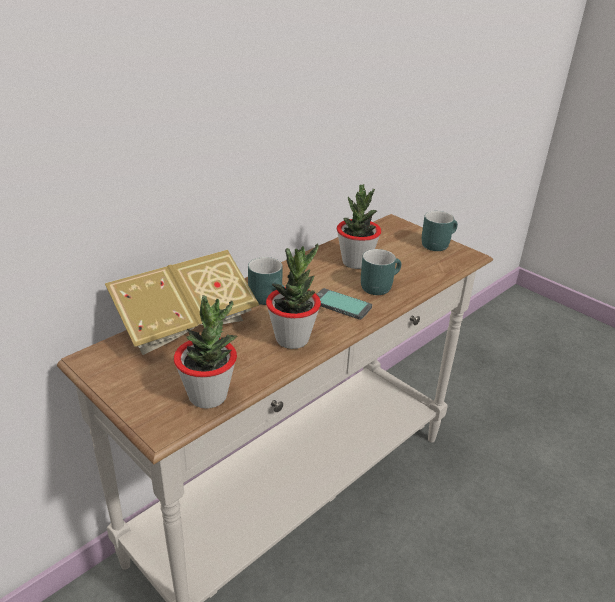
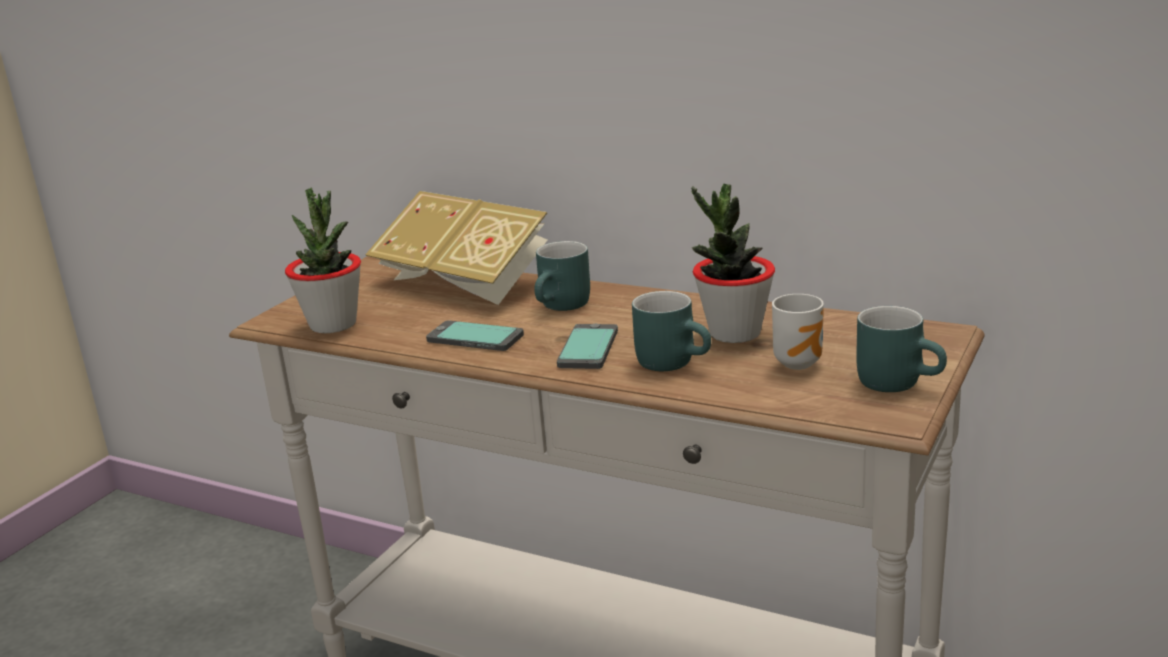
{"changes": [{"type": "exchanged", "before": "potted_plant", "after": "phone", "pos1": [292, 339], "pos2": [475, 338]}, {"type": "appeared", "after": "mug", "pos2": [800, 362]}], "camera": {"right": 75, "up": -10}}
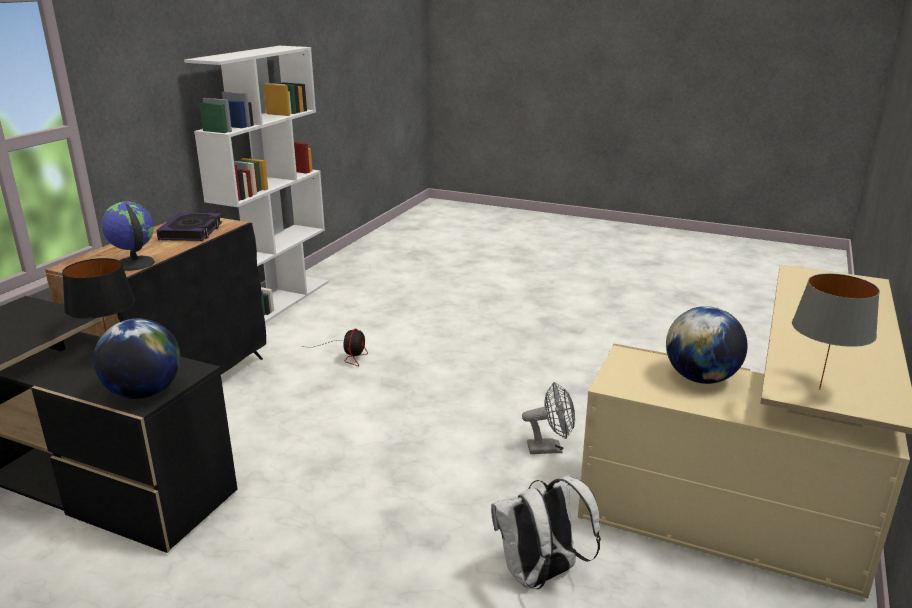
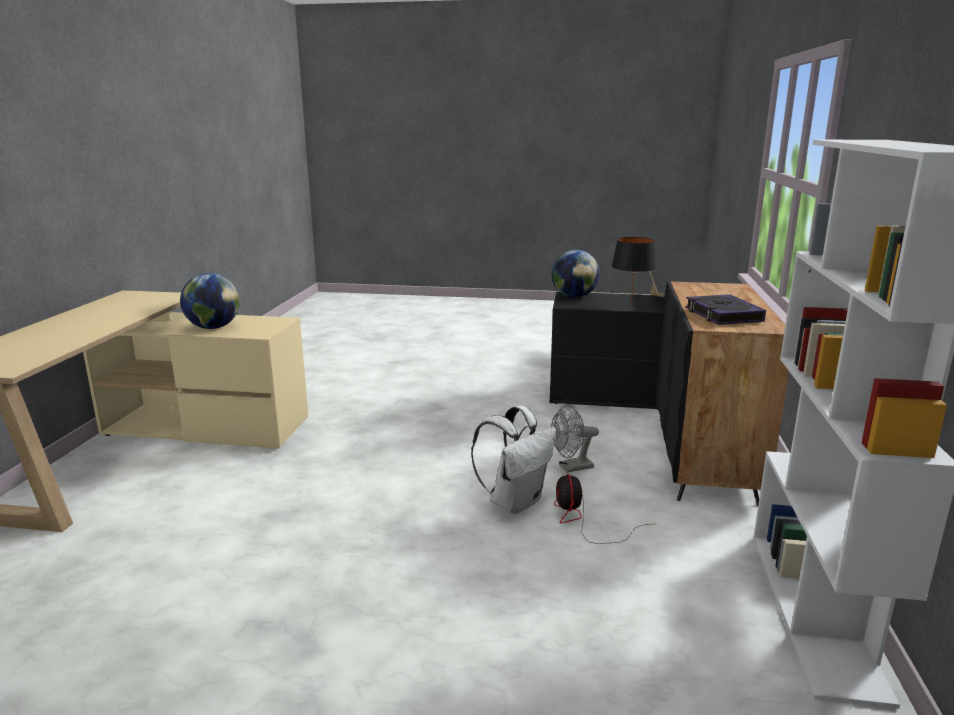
{"changes": [{"type": "missing", "before": "globe", "pos1": [134, 264]}, {"type": "missing", "before": "grey_table_lamp", "pos1": [820, 389]}, {"type": "relocated", "before": "grey_fan", "pos1": [550, 448], "pos2": [571, 468]}, {"type": "relocated", "before": "white_backpack", "pos1": [540, 576], "pos2": [515, 501]}], "camera": {"right": 165, "up": -5}}
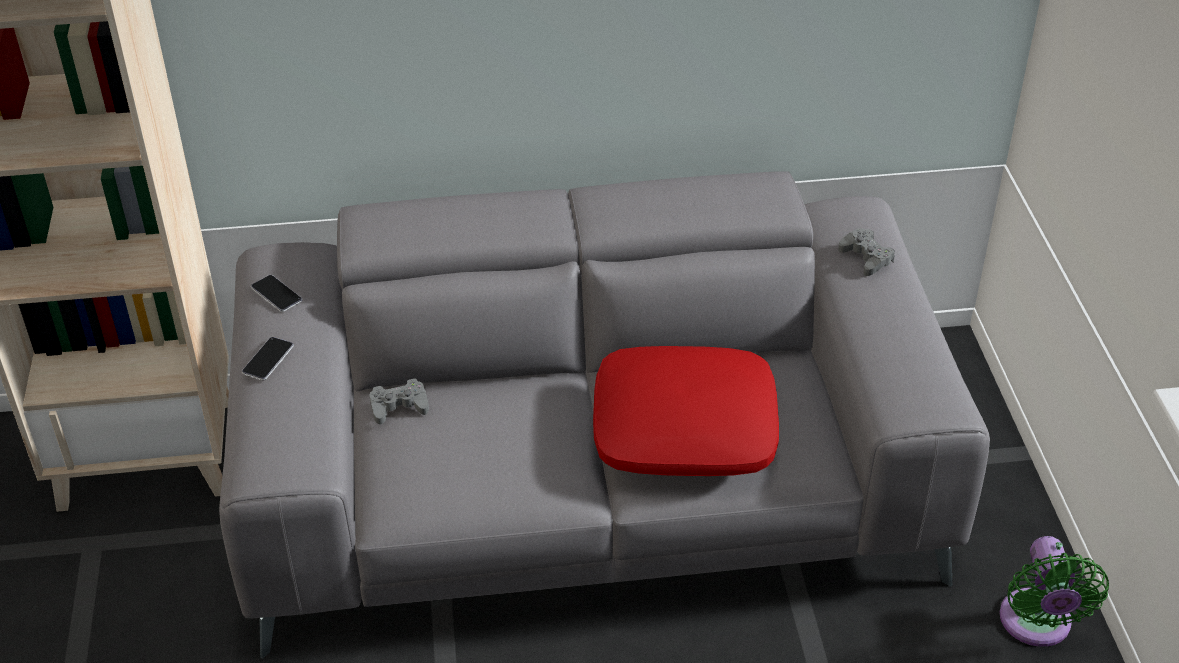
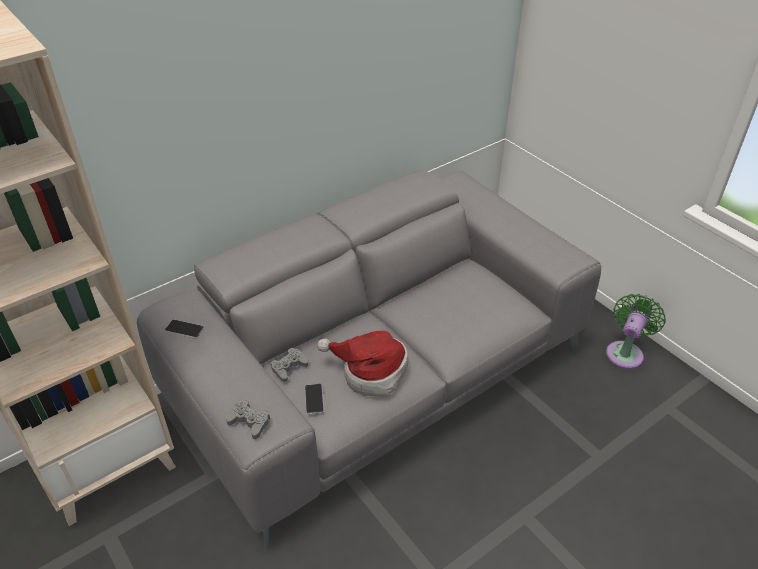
{"changes": [{"type": "relocated", "before": "grey_game_controller", "pos1": [866, 257], "pos2": [249, 422]}, {"type": "relocated", "before": "phone", "pos1": [268, 359], "pos2": [314, 399]}, {"type": "missing", "before": "red_pillow", "pos1": [685, 427]}, {"type": "spun", "before": "green_fan", "pos1": [1036, 625], "pos2": [625, 352], "turn": -120}, {"type": "appeared", "after": "hat", "pos2": [370, 372]}], "camera": {"right": -30, "up": 0}}
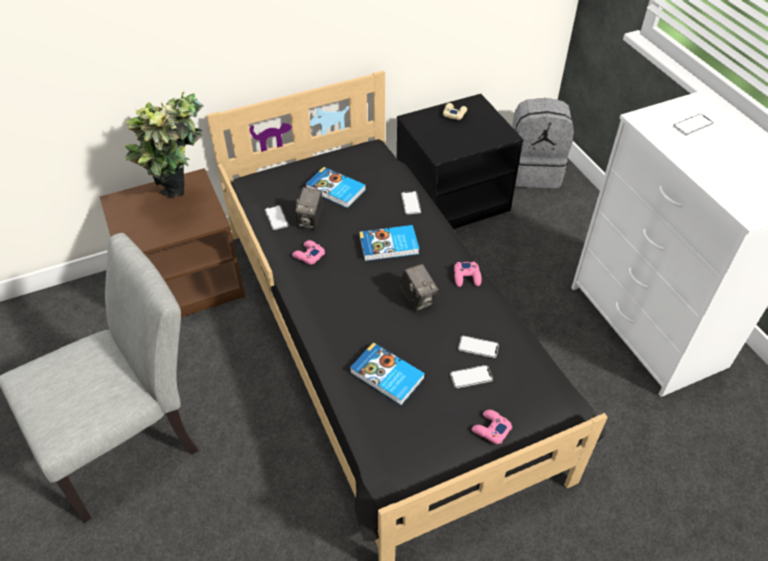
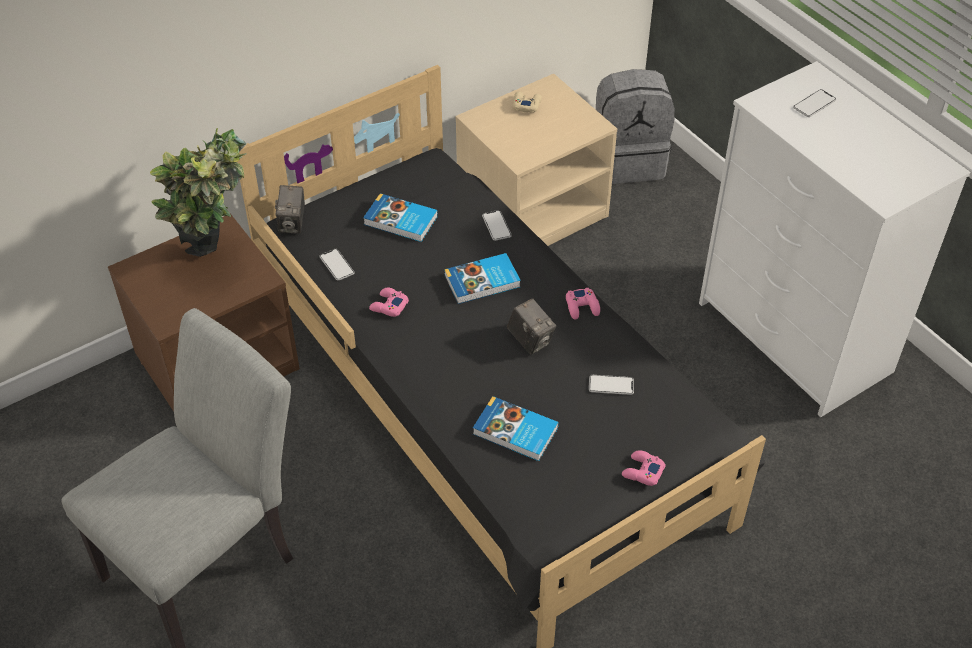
{"changes": [{"type": "colour", "before": "black_nightstand", "after": "beige_nightstand", "pos1": [452, 199], "pos2": [532, 209]}, {"type": "relocated", "before": "photo_camera", "pos1": [310, 220], "pos2": [292, 223]}, {"type": "missing", "before": "phone", "pos1": [471, 377]}], "camera": {"right": -10, "up": 0}}
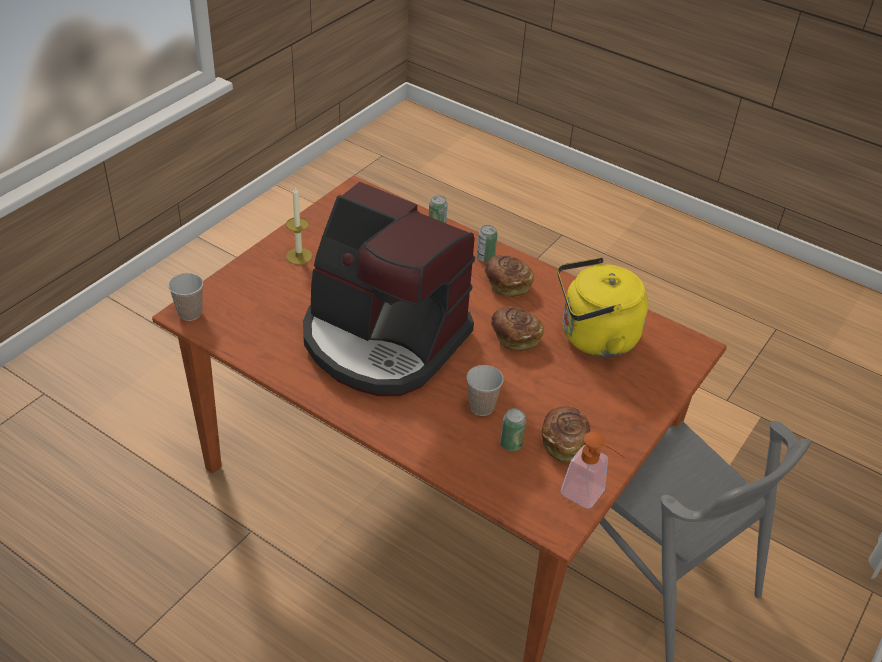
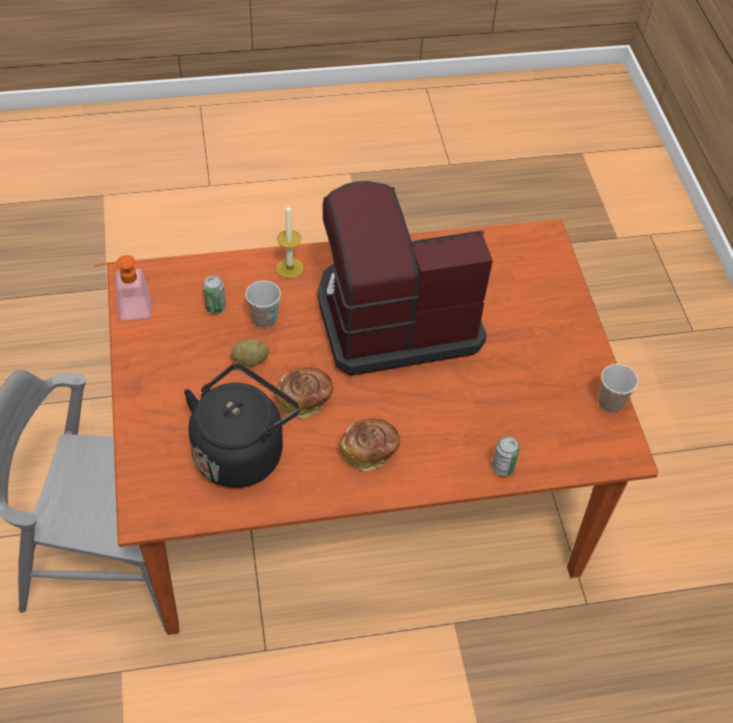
{"changes": [{"type": "relocated", "before": "candle", "pos1": [299, 256], "pos2": [289, 268]}, {"type": "missing", "before": "can", "pos1": [485, 257]}, {"type": "colour", "before": "yellow_kettle", "after": "black_kettle", "pos1": [593, 337], "pos2": [241, 451]}, {"type": "relocated", "before": "cup", "pos1": [190, 313], "pos2": [610, 403]}, {"type": "missing", "before": "bread", "pos1": [564, 442]}, {"type": "appeared", "after": "potato", "pos2": [250, 360]}], "camera": {"right": 135, "up": 10}}
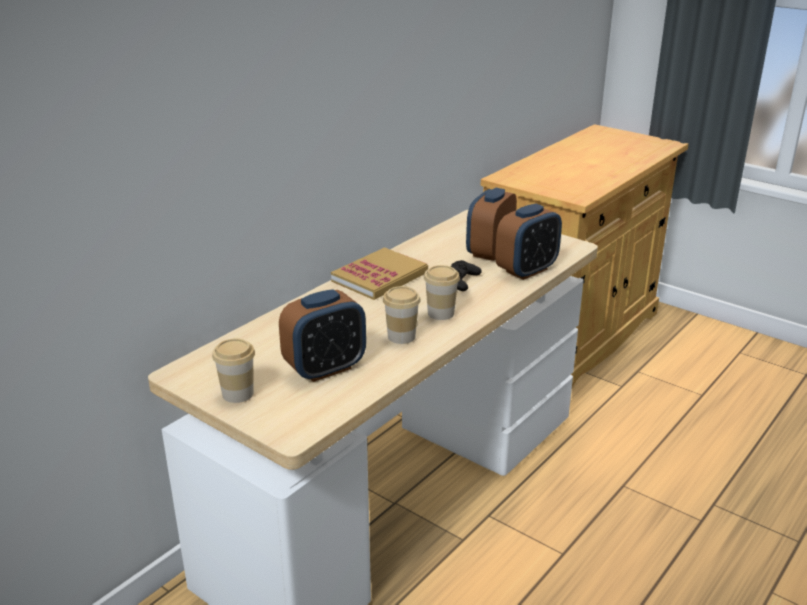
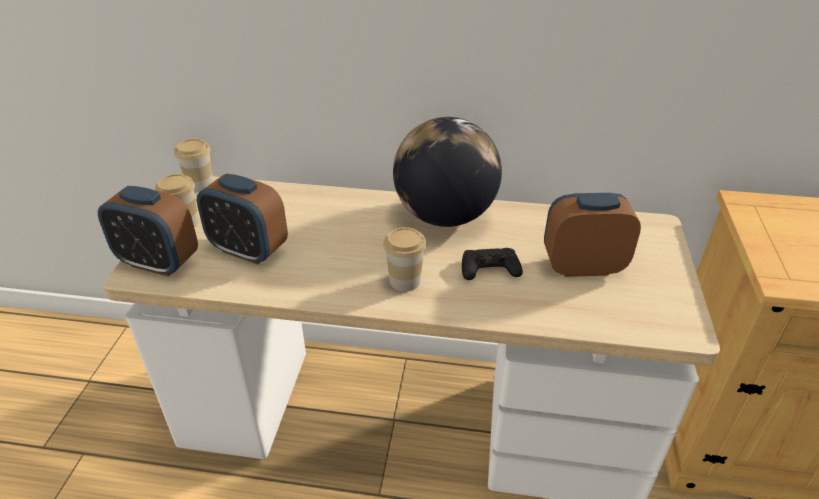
{"changes": [{"type": "relocated", "before": "alarm_clock", "pos1": [526, 270], "pos2": [158, 263]}, {"type": "exchanged", "before": "book", "after": "globe", "pos1": [380, 277], "pos2": [445, 217]}, {"type": "relocated", "before": "cup", "pos1": [401, 336], "pos2": [200, 185]}], "camera": {"right": 60, "up": 10}}
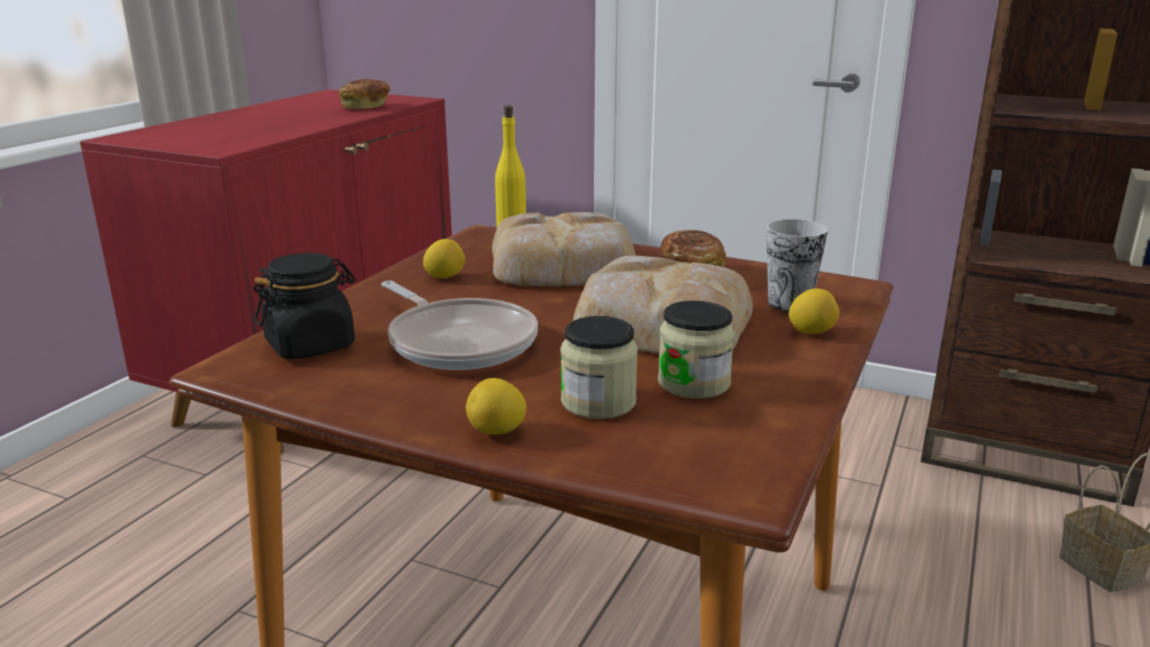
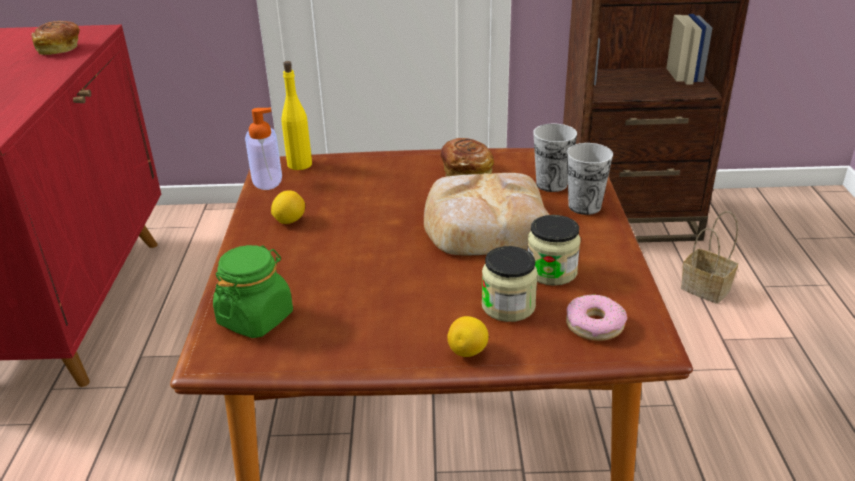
{"changes": [{"type": "missing", "before": "bread", "pos1": [564, 266]}, {"type": "colour", "before": "black_jar", "after": "green_jar", "pos1": [311, 345], "pos2": [256, 318]}, {"type": "missing", "before": "frying_pan", "pos1": [458, 342]}, {"type": "exchanged", "before": "lemon", "after": "cup", "pos1": [811, 332], "pos2": [584, 206]}, {"type": "appeared", "after": "soap_dispenser", "pos2": [267, 179]}, {"type": "appeared", "after": "donut", "pos2": [594, 325]}], "camera": {"right": -25, "up": 10}}
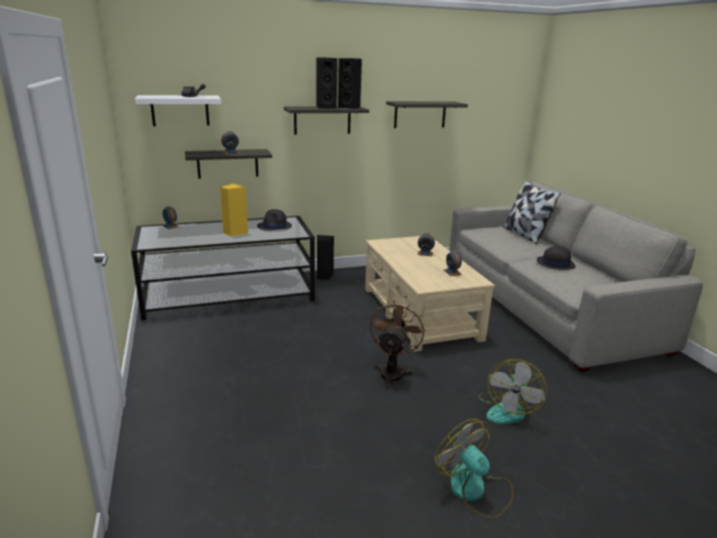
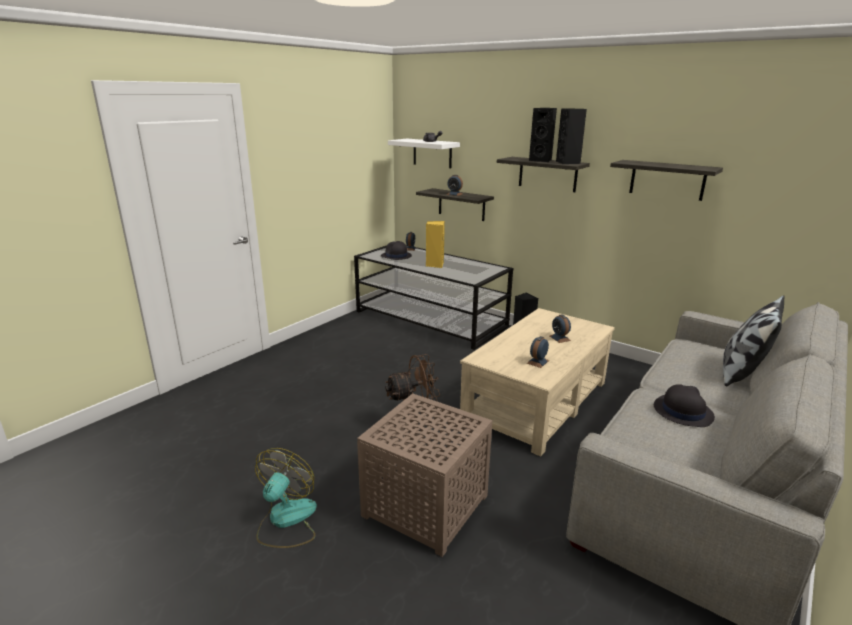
{"changes": [{"type": "relocated", "before": "black_hat", "pos1": [274, 226], "pos2": [396, 256]}, {"type": "exchanged", "before": "fan", "after": "brown_side_table", "pos1": [507, 409], "pos2": [426, 507]}], "camera": {"right": 55, "up": 0}}
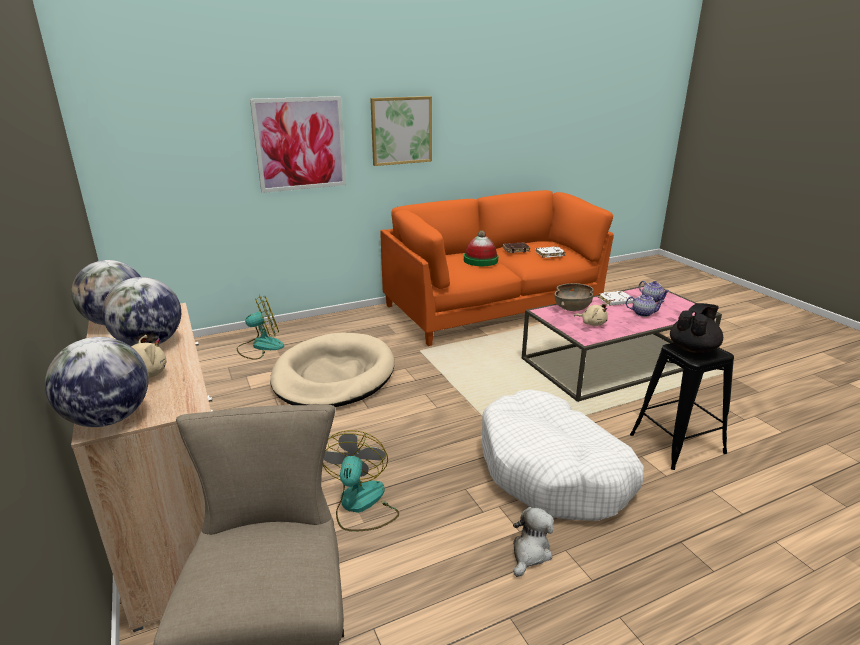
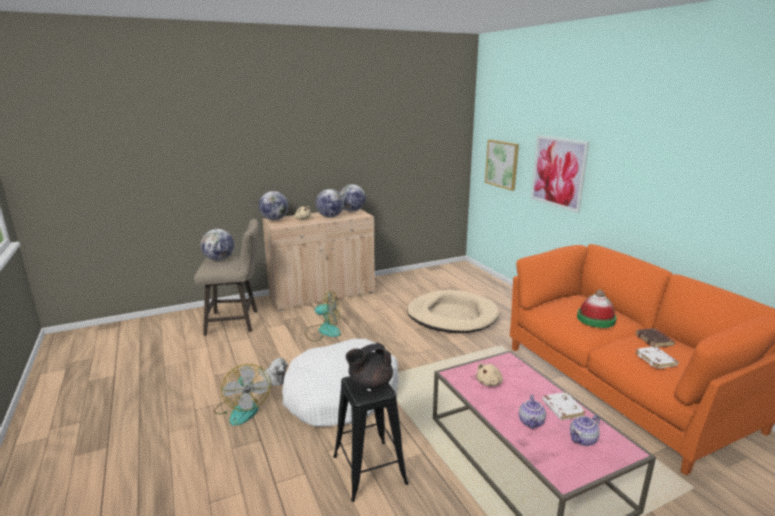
{"changes": [{"type": "relocated", "before": "picture", "pos1": [401, 130], "pos2": [502, 164]}, {"type": "missing", "before": "brown_bowl", "pos1": [572, 308]}, {"type": "relocated", "before": "fan", "pos1": [260, 346], "pos2": [242, 409]}, {"type": "spun", "before": "black_teapot", "pos1": [693, 349], "pos2": [370, 384], "turn": 105}, {"type": "appeared", "after": "globe", "pos2": [219, 259]}], "camera": {"right": 90, "up": -5}}
